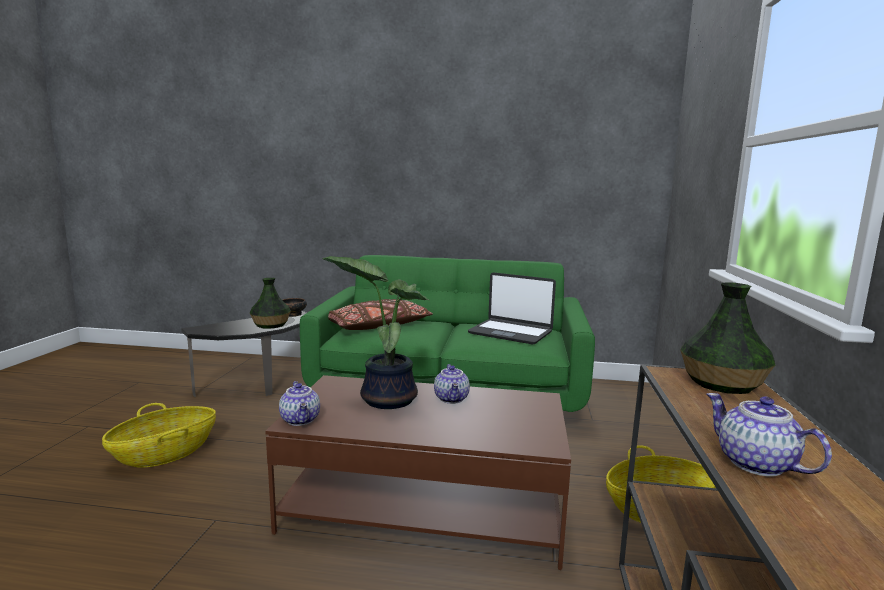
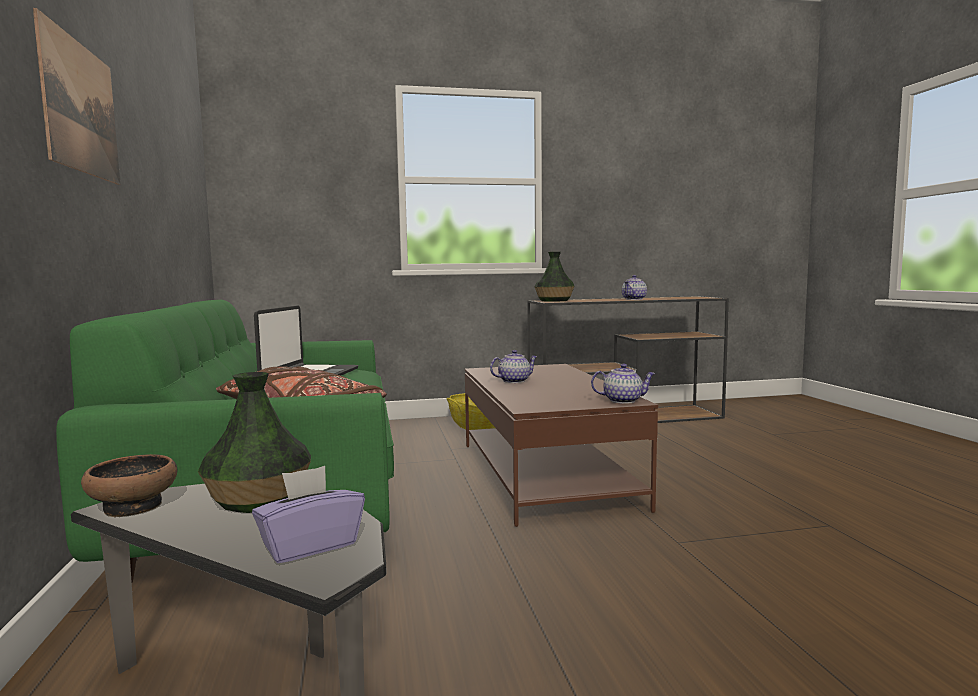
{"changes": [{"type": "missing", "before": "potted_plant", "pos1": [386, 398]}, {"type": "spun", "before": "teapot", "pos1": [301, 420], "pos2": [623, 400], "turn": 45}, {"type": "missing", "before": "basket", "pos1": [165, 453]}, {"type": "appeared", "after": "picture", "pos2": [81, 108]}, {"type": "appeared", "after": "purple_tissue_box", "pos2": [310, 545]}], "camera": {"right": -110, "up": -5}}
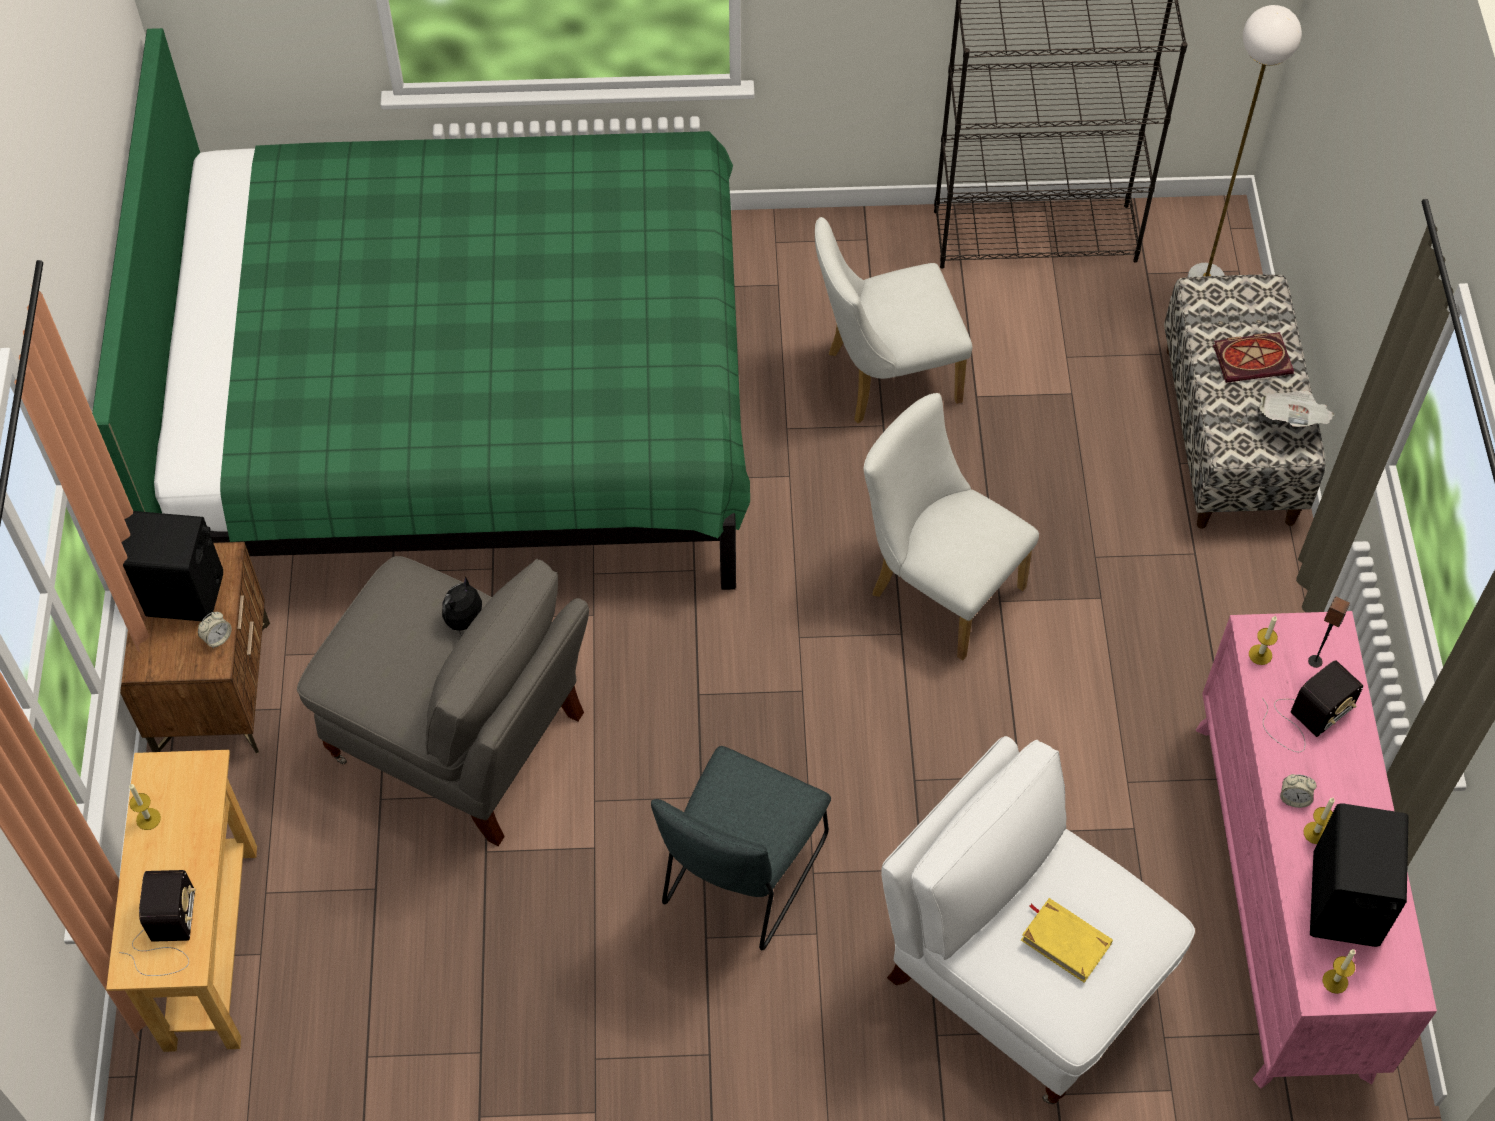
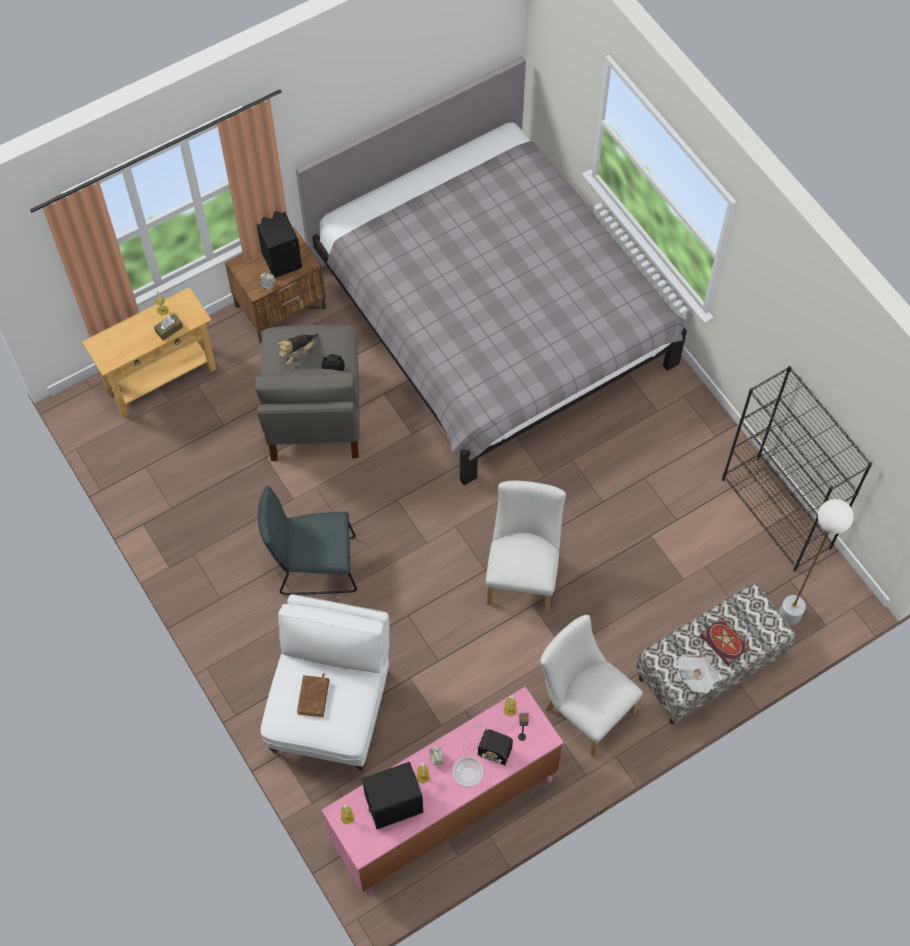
{"changes": [{"type": "colour", "before": "green_bed", "after": "grey_bed", "pos1": [463, 405], "pos2": [491, 317]}, {"type": "relocated", "before": "white_chair", "pos1": [883, 378], "pos2": [583, 707]}, {"type": "missing", "before": "radio", "pos1": [166, 935]}, {"type": "colour", "before": "yellow_book", "after": "brown_book", "pos1": [1065, 941], "pos2": [314, 697]}, {"type": "appeared", "after": "brown_tissue_box", "pos2": [169, 329]}, {"type": "appeared", "after": "plush_toy", "pos2": [298, 352]}, {"type": "appeared", "after": "bowl", "pos2": [468, 774]}], "camera": {"right": 60, "up": 5}}
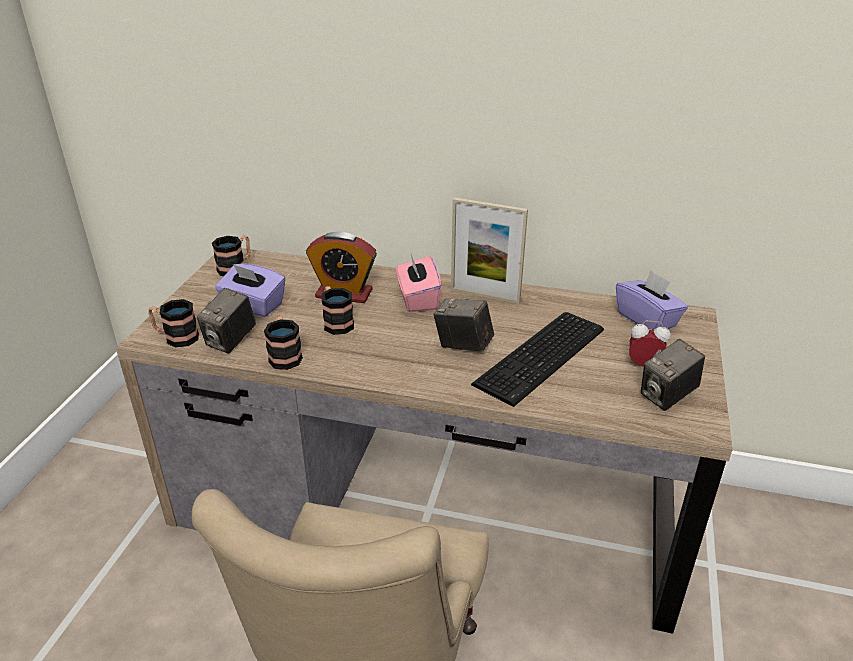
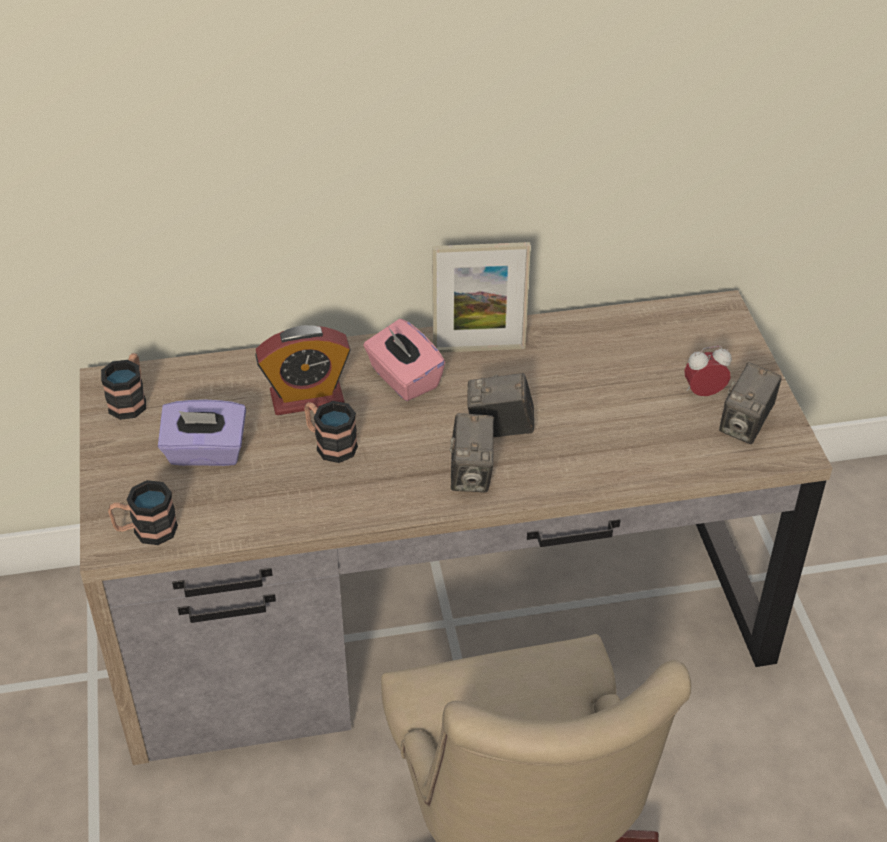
{"changes": [{"type": "missing", "before": "purple_tissue_box", "pos1": [647, 319]}, {"type": "relocated", "before": "photo_camera", "pos1": [231, 341], "pos2": [471, 475]}, {"type": "missing", "before": "keyboard", "pos1": [544, 356]}, {"type": "missing", "before": "mug", "pos1": [285, 355]}], "camera": {"right": -25, "up": 10}}
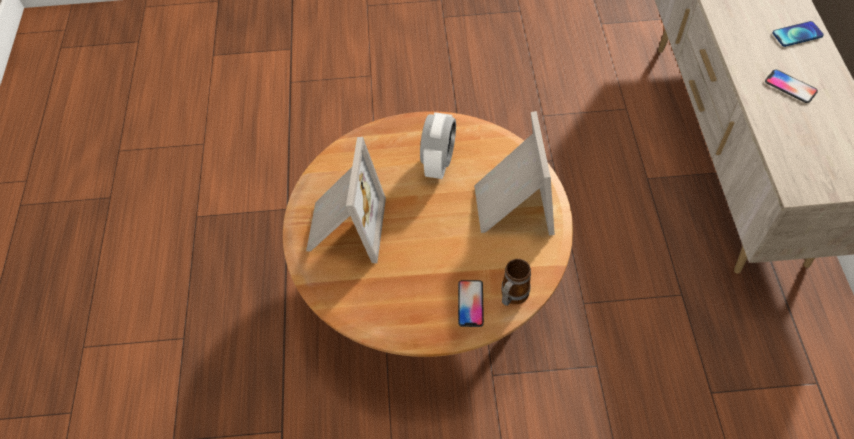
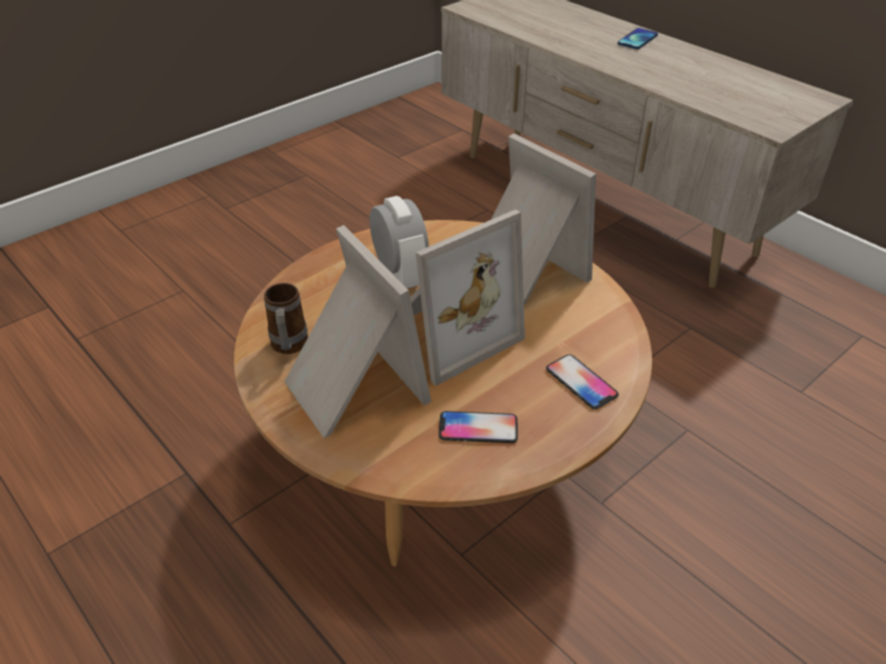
{"changes": [{"type": "relocated", "before": "phone", "pos1": [790, 87], "pos2": [478, 428]}, {"type": "relocated", "before": "mug", "pos1": [512, 297], "pos2": [289, 348]}, {"type": "appeared", "after": "picture_frame", "pos2": [448, 332]}], "camera": {"right": -40, "up": -15}}
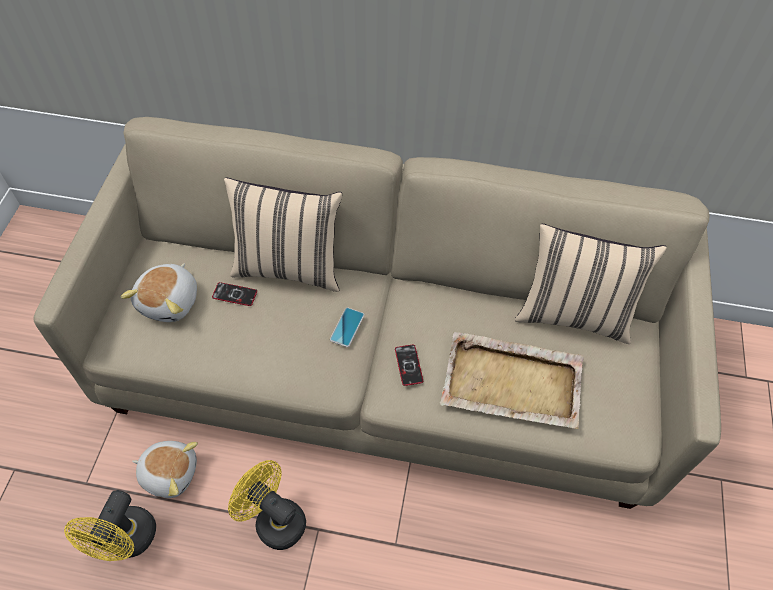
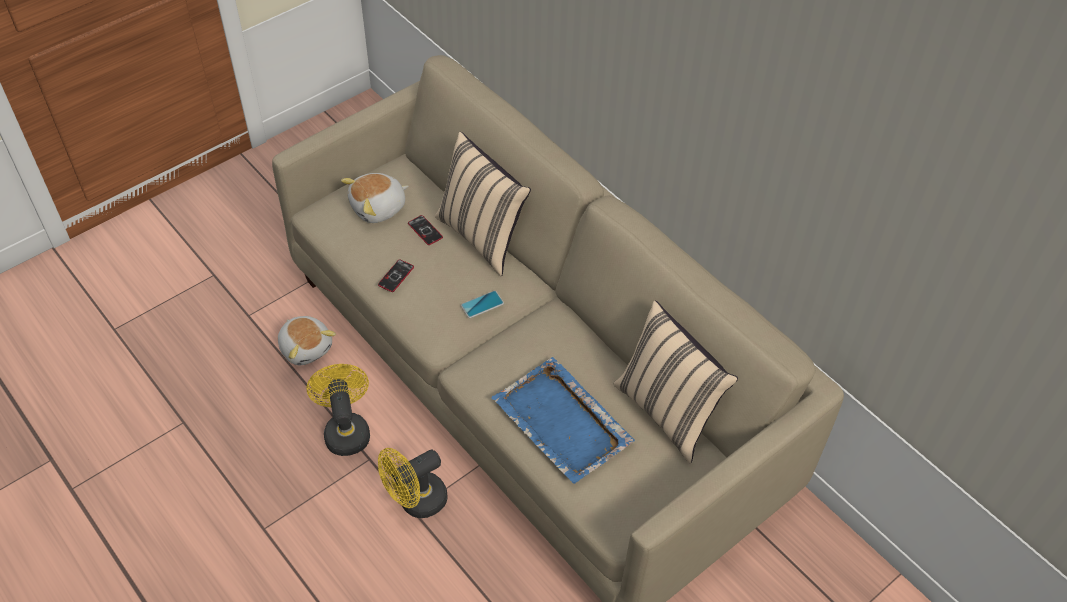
{"changes": [{"type": "colour", "before": "beige_tray", "after": "blue_tray", "pos1": [513, 383], "pos2": [562, 423]}, {"type": "relocated", "before": "phone", "pos1": [408, 365], "pos2": [396, 276]}, {"type": "relocated", "before": "yellow_fan", "pos1": [127, 542], "pos2": [416, 502]}], "camera": {"right": 40, "up": -5}}
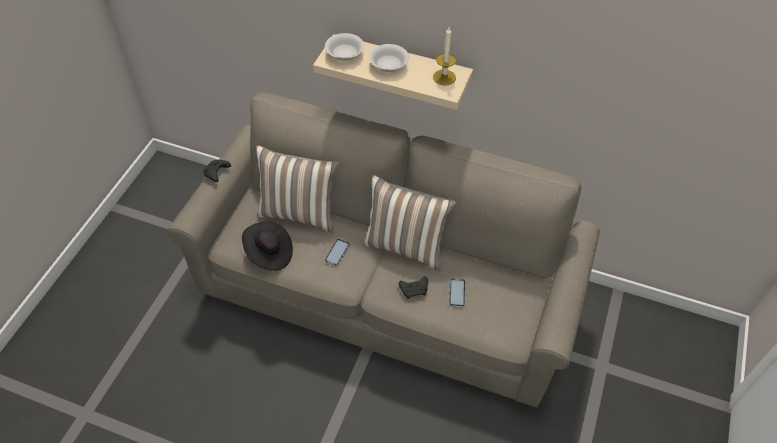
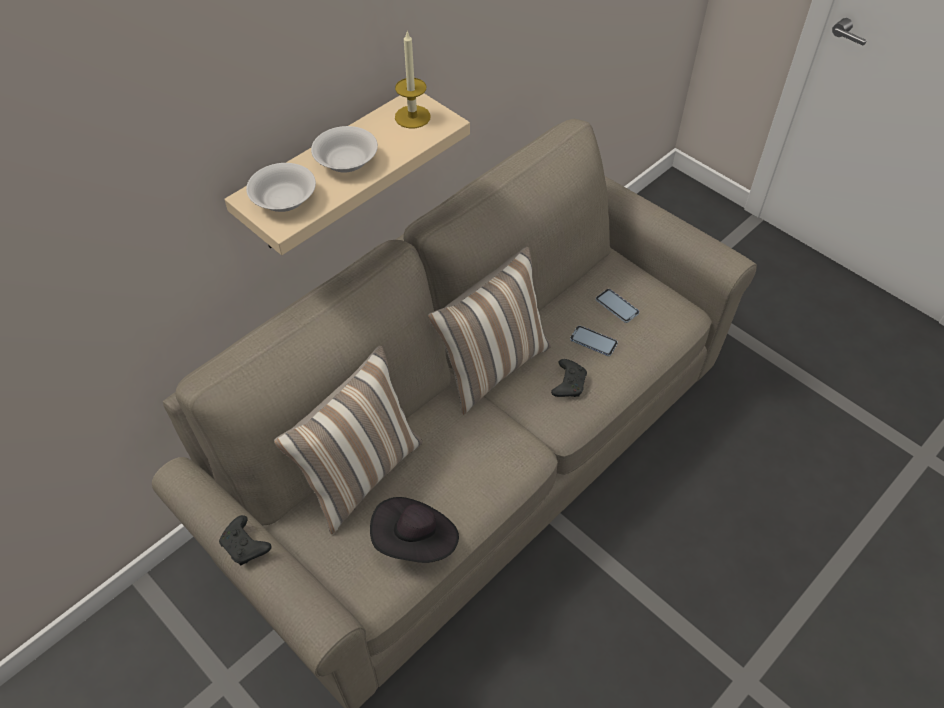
{"changes": [{"type": "relocated", "before": "phone", "pos1": [337, 253], "pos2": [617, 306]}], "camera": {"right": -65, "up": 0}}
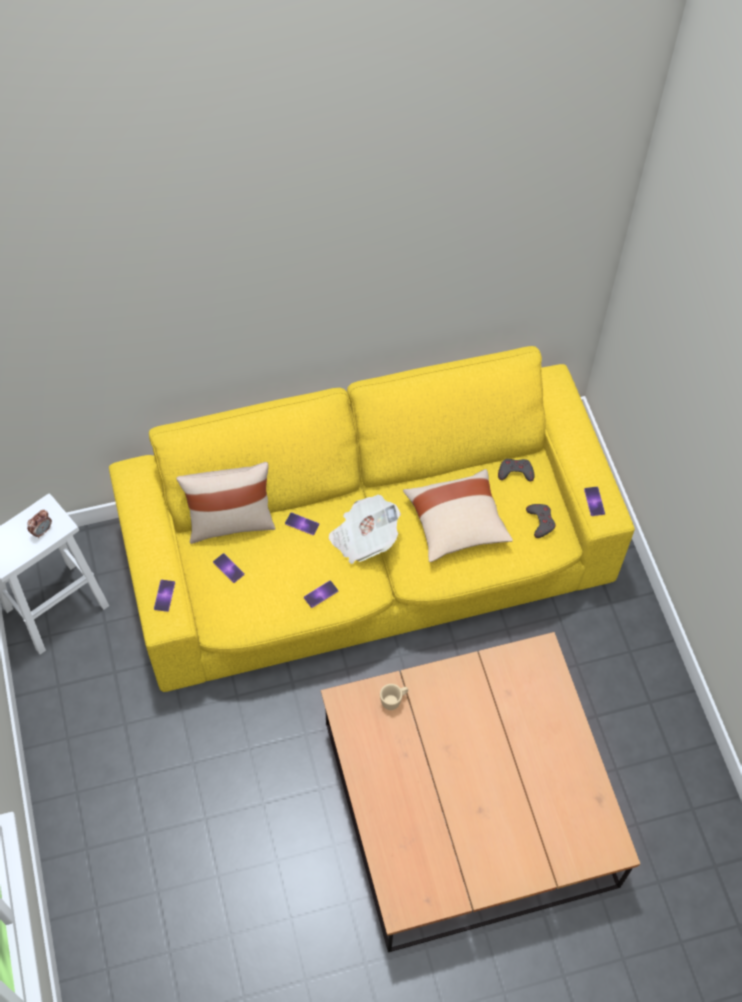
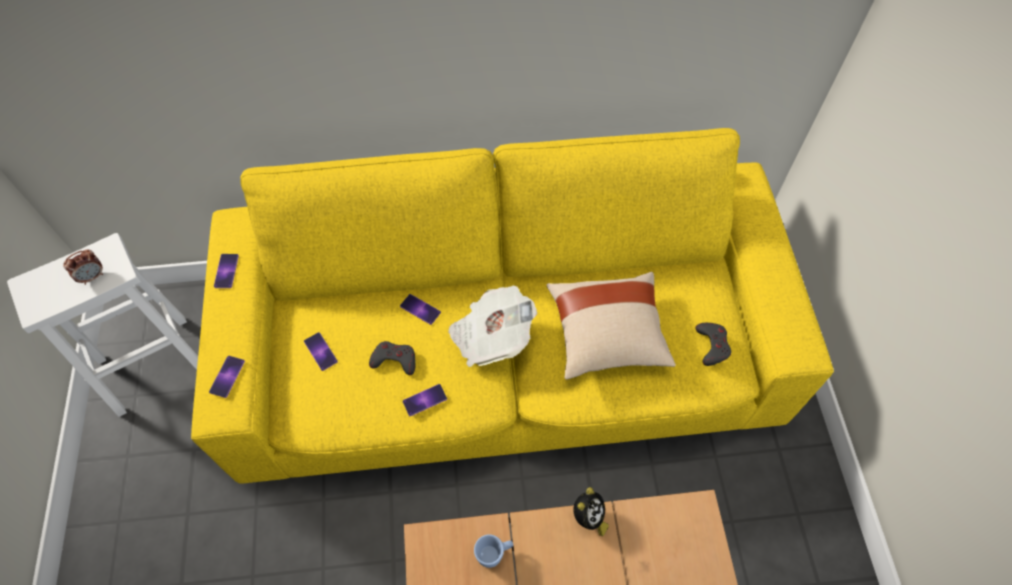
{"changes": [{"type": "relocated", "before": "grey_game_controller", "pos1": [515, 472], "pos2": [394, 359]}, {"type": "missing", "before": "beige_pillow", "pos1": [230, 522]}, {"type": "relocated", "before": "phone", "pos1": [594, 501], "pos2": [226, 271]}, {"type": "colour", "before": "beige_mug", "after": "blue_mug", "pos1": [394, 700], "pos2": [494, 553]}, {"type": "appeared", "after": "alarm_clock", "pos2": [589, 518]}], "camera": {"right": 10, "up": 0}}
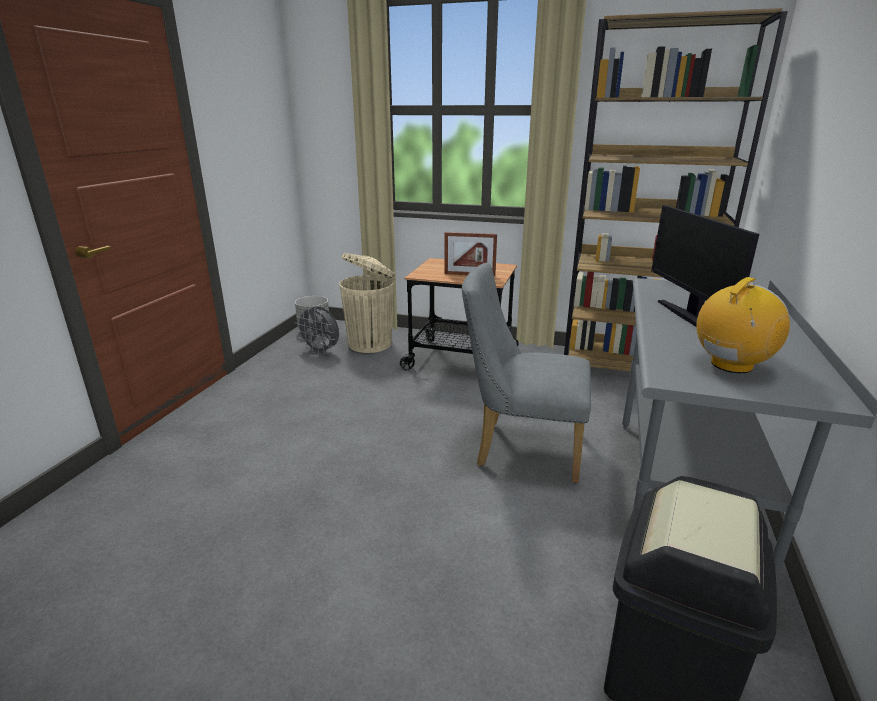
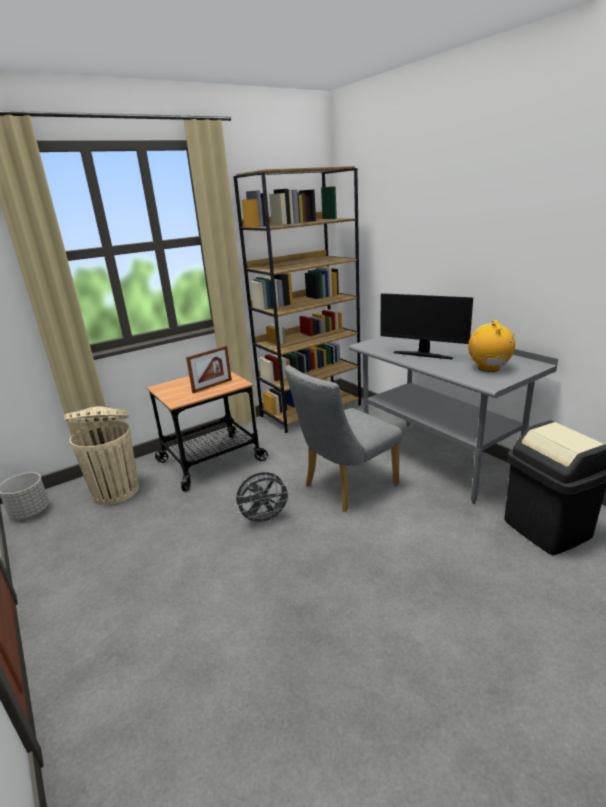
{"changes": [{"type": "relocated", "before": "grey_fan", "pos1": [321, 351], "pos2": [265, 520]}], "camera": {"right": -50, "up": 0}}
